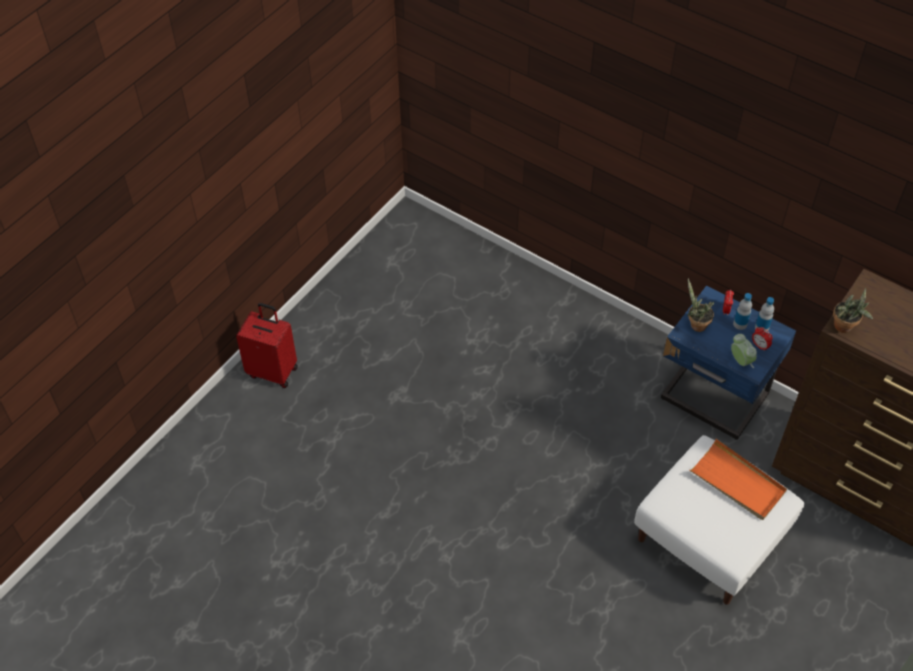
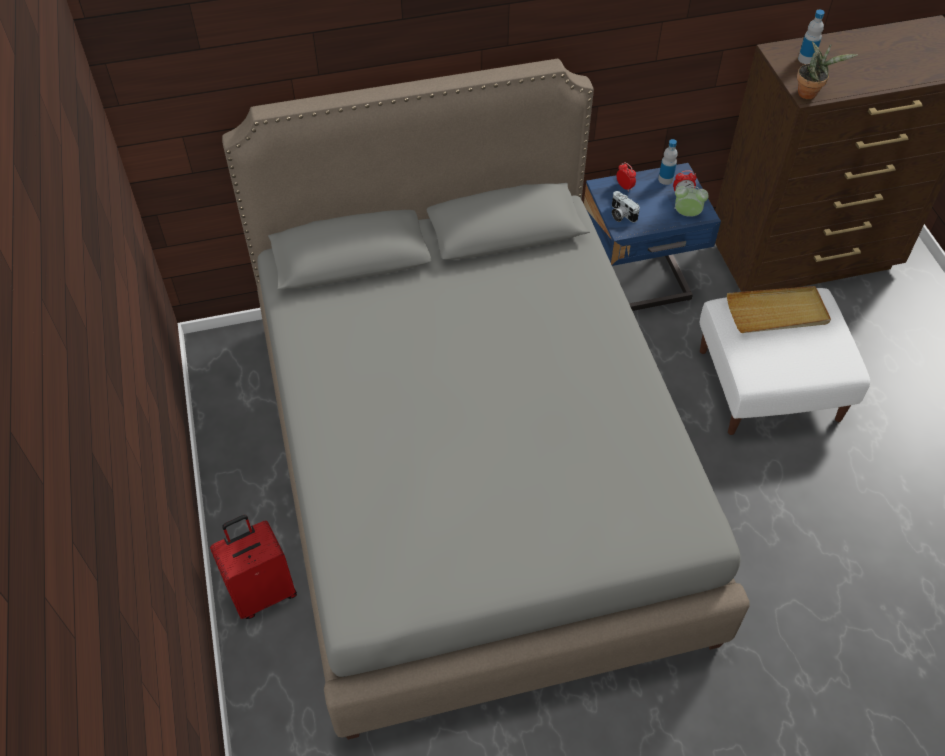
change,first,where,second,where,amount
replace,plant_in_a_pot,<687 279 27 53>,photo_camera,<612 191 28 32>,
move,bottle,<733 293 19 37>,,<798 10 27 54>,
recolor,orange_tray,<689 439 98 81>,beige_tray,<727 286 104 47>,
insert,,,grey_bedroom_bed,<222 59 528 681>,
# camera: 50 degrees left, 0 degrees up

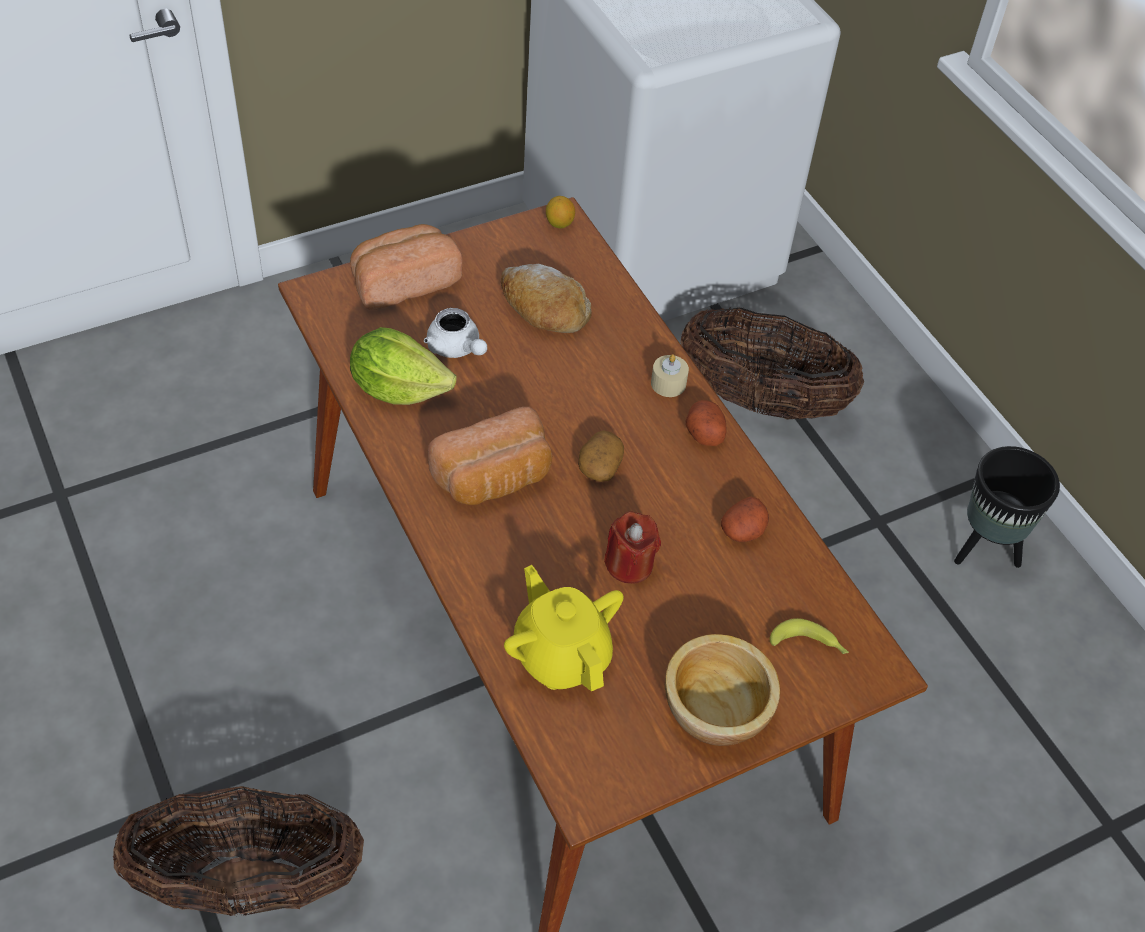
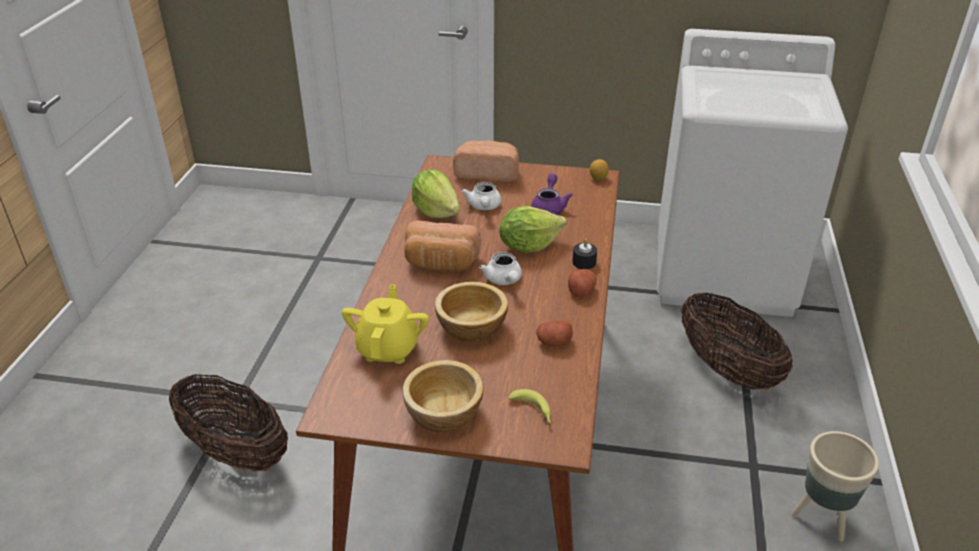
change,first,where,second,where,amount
replace,baked_bread,<501 264 91 69>,purple_tea_pot,<531 173 42 42>,
recolor,beige_wax_candle,<651 354 38 43>,black-coloured_wax_candle,<572 239 25 30>,
replace,spud,<578 430 46 52>,white_tea_pot,<479 252 43 33>,
recolor,black-coloured_plant_pot,<954 446 106 122>,beige_plant_pot,<791 431 88 110>,
replace,red-coloured_wax_candle,<604 511 57 73>,bowl,<435 282 73 60>,
insert,,,lettuce_head,<499 206 67 47>,
# camera: 40 degrees right, 15 degrees down

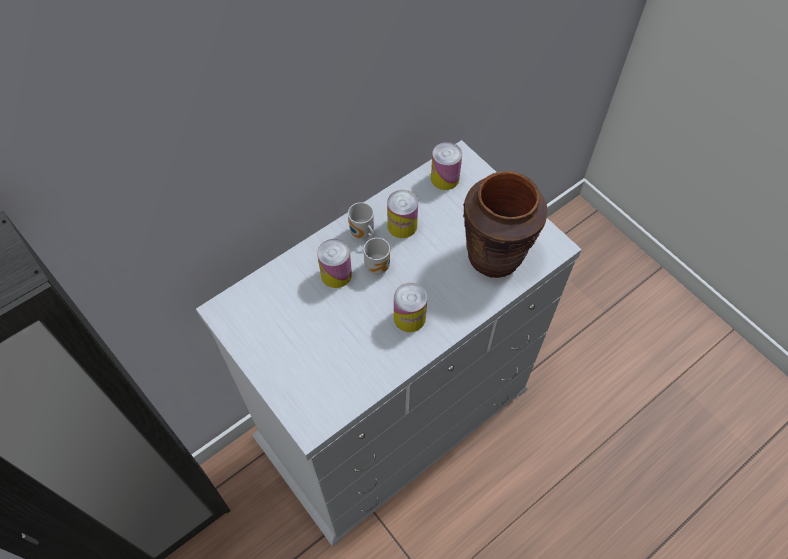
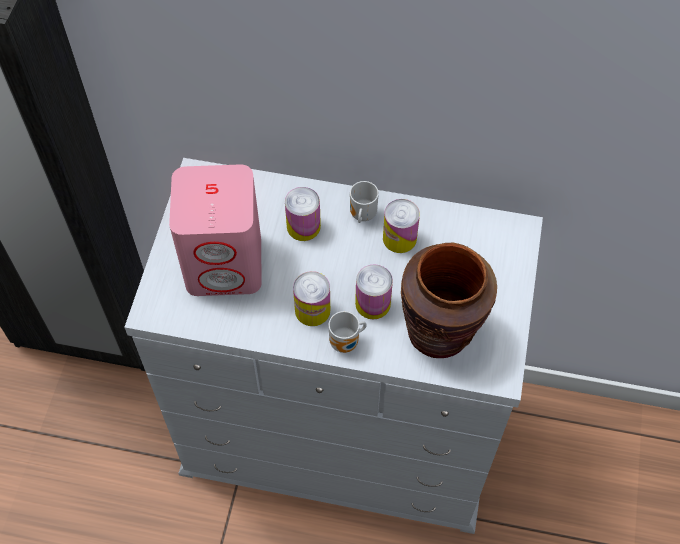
change,first,where,second,where,amount
move,sealed_can,<431 142 31 48>,,<355 264 38 55>,
move,mug,<364 238 26 36>,,<329 311 38 42>,
insert,,,pinkish_speaker,<169 164 93 132>,
# camera: 50 degrees right, 0 degrees up

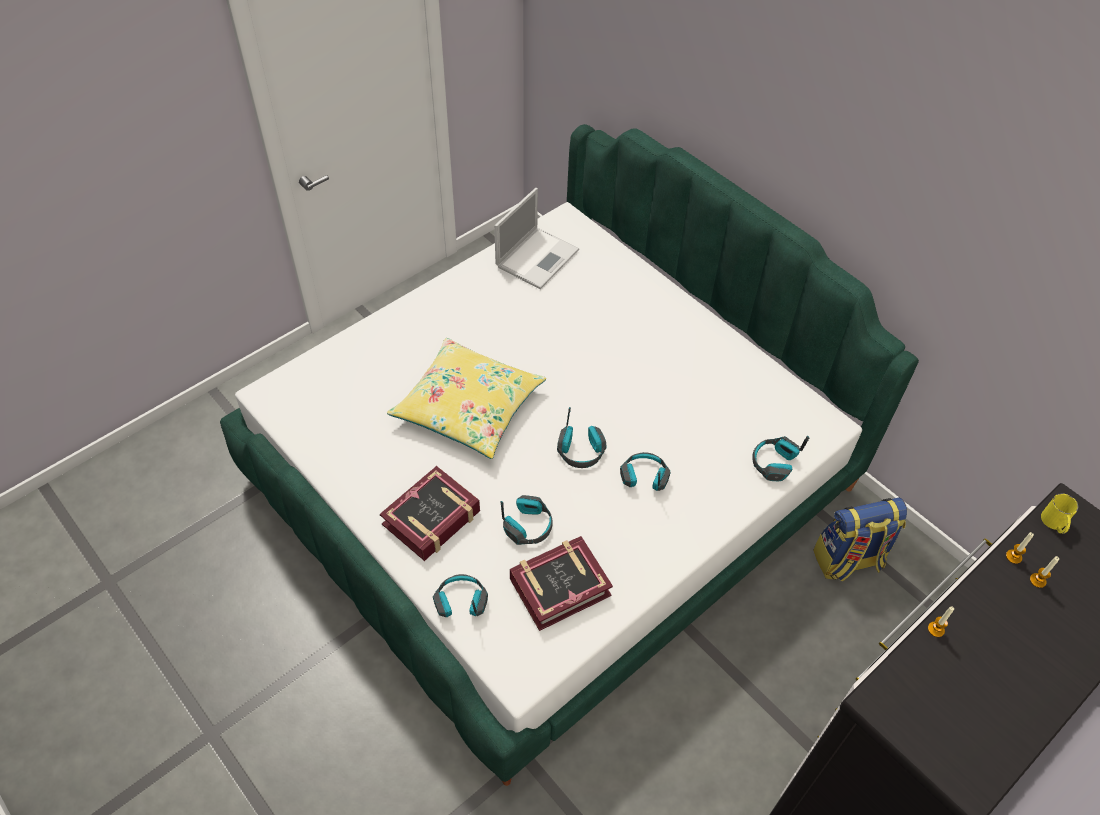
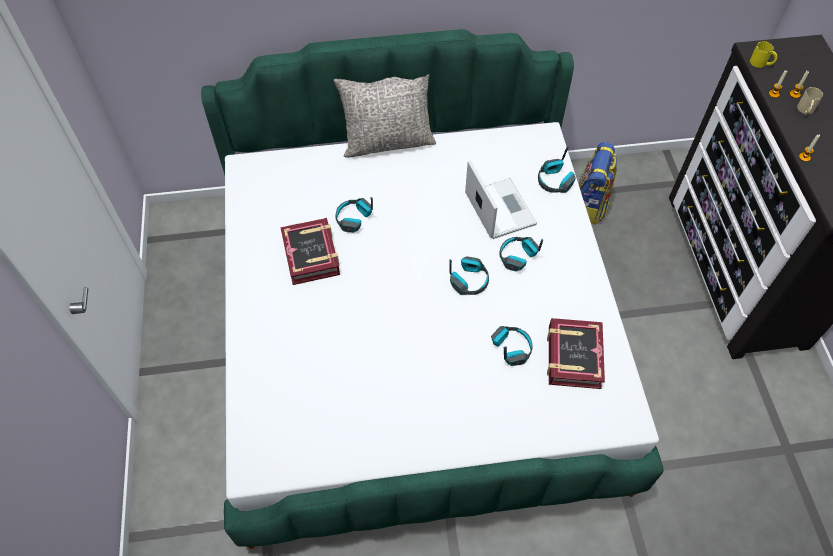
change,first,where,second,where,amount
move,portable_computer,<494 188 85 101>,,<465 160 72 79>,
delete,yellow_cushion,<387 338 159 121>,,,
move,volume,<380 466 100 95>,,<280 218 60 67>,
move,headphones,<433 574 55 43>,,<335 197 38 36>,
insert,,,grey_cushion,<334 74 102 84>,
insert,,,beige_mug,<797 87 26 28>,
# camera: 55 degrees left, 5 degrees up

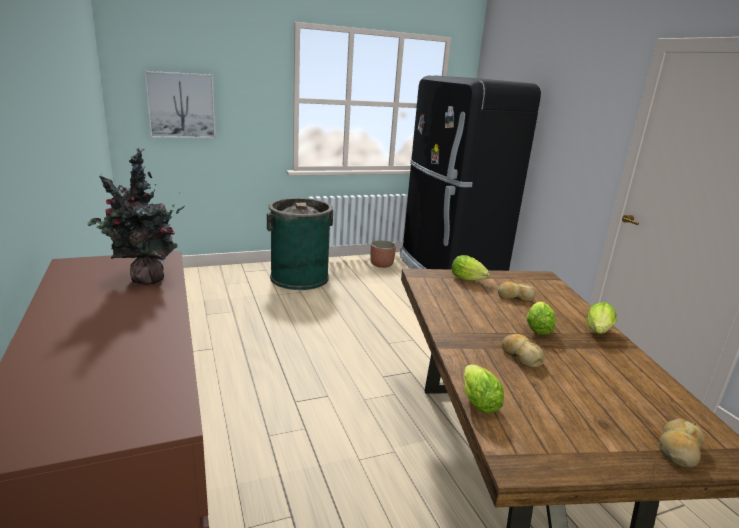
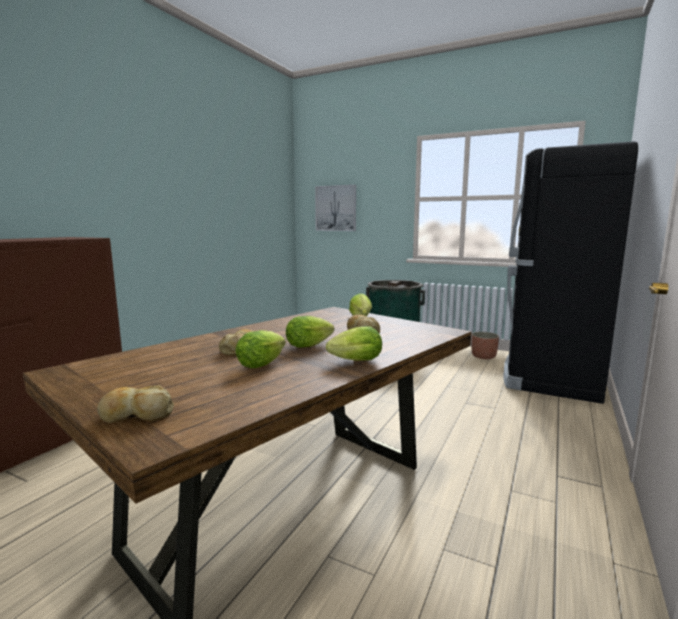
change,first,where,second,where,amount
delete,plant_in_a_pot,<87 148 97 137>,,,
move,lettuce_head,<463 365 41 49>,,<235 330 51 38>,
# camera: 50 degrees right, 10 degrees down

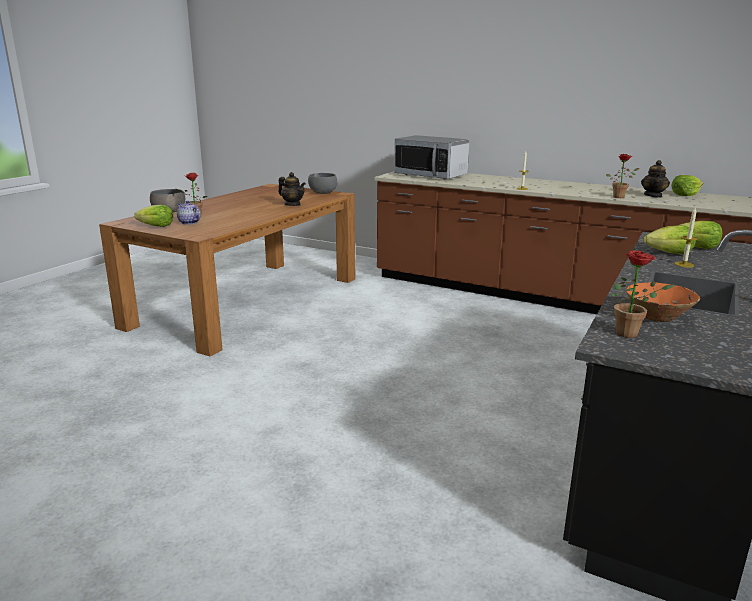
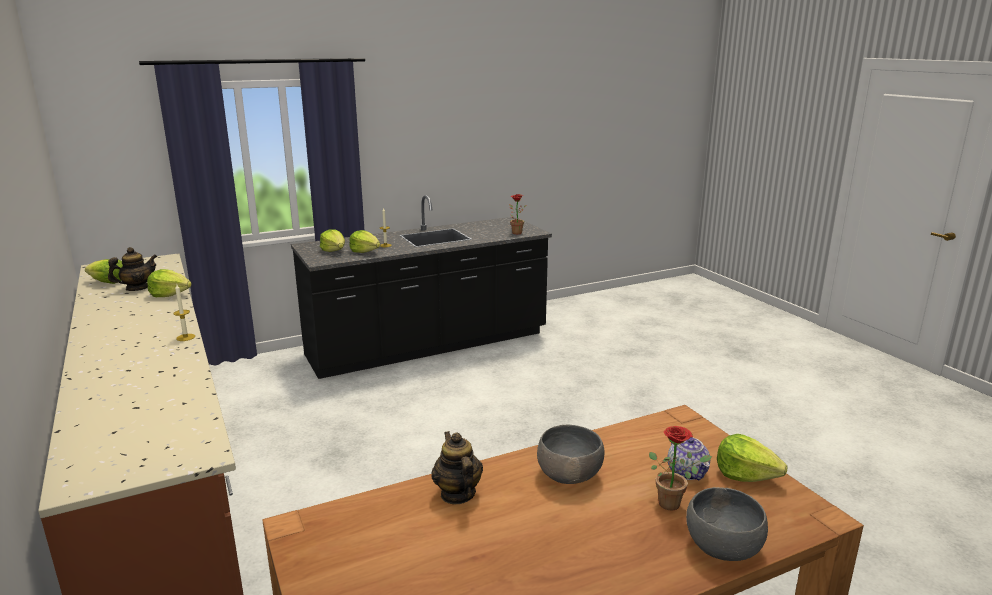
change,first,where,second,where,amount
delete,microwave,<394 135 75 45>,,,
replace,plant_in_a_pot,<606 154 33 44>,lettuce_head,<147 269 45 28>,
move,grey_bowl,<308 173 29 21>,,<537 425 68 59>,
delete,orange_bowl,<626 282 74 40>,,,
# camera: 145 degrees left, 0 degrees up

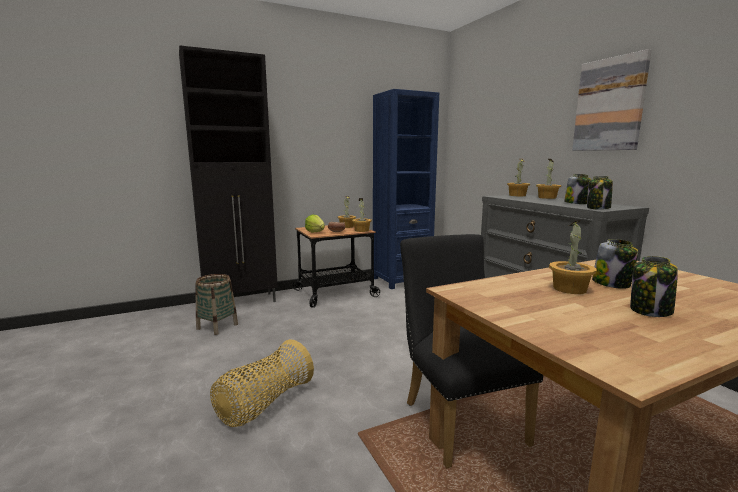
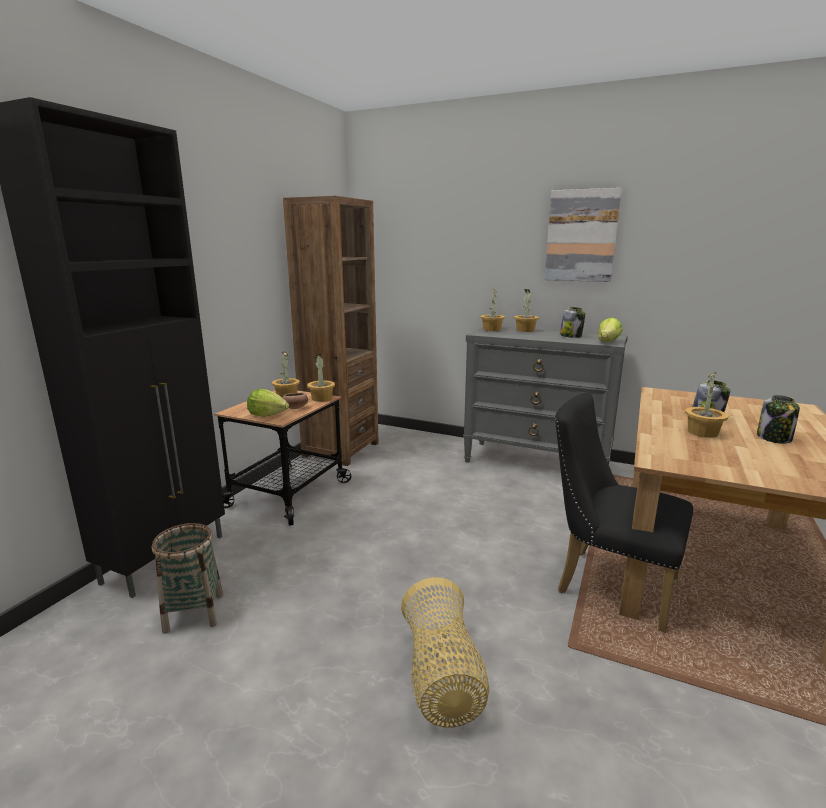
change,first,where,second,where,amount
recolor,blue_bookshelf,<373 89 66 200>,brown-coloured_bookshelf,<283 196 96 270>,
replace,storage_jar,<587 176 26 33>,lettuce_head,<598 317 24 25>,
# camera: 40 degrees left, 5 degrees up

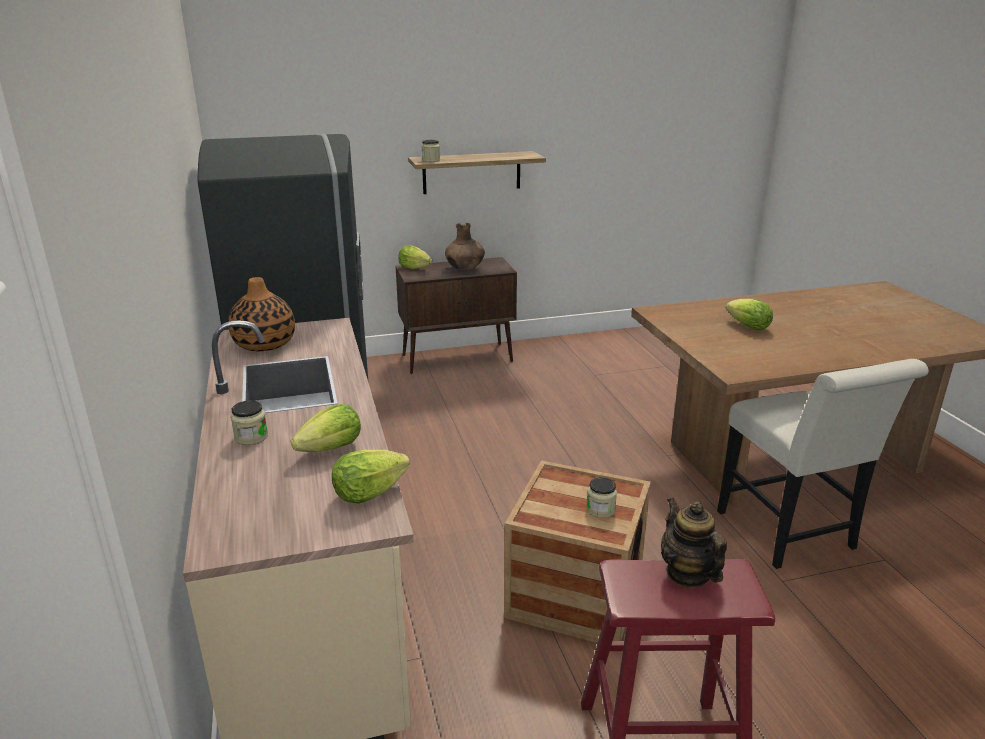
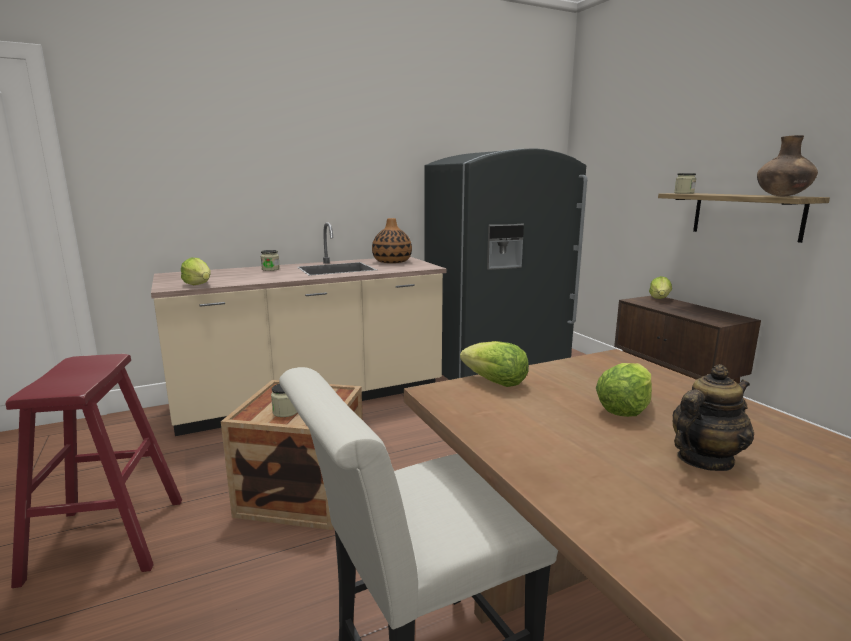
change,first,where,second,where,amount
move,brown-coloured_flower_vase,<445 223 40 47>,,<757 135 61 61>,
move,lettuce_head,<291 404 70 48>,,<460 341 69 46>,
move,tea_pot,<661 498 66 90>,,<672 364 82 107>,
# camera: 80 degrees right, 10 degrees down

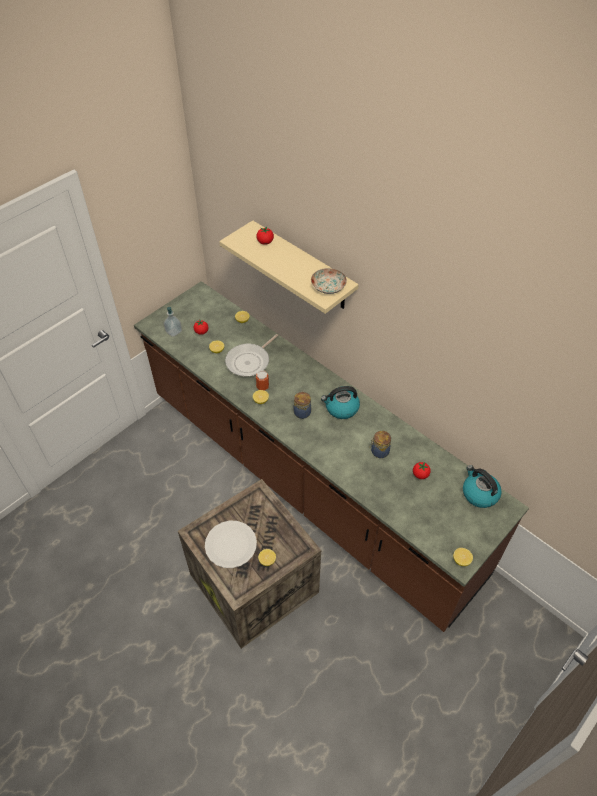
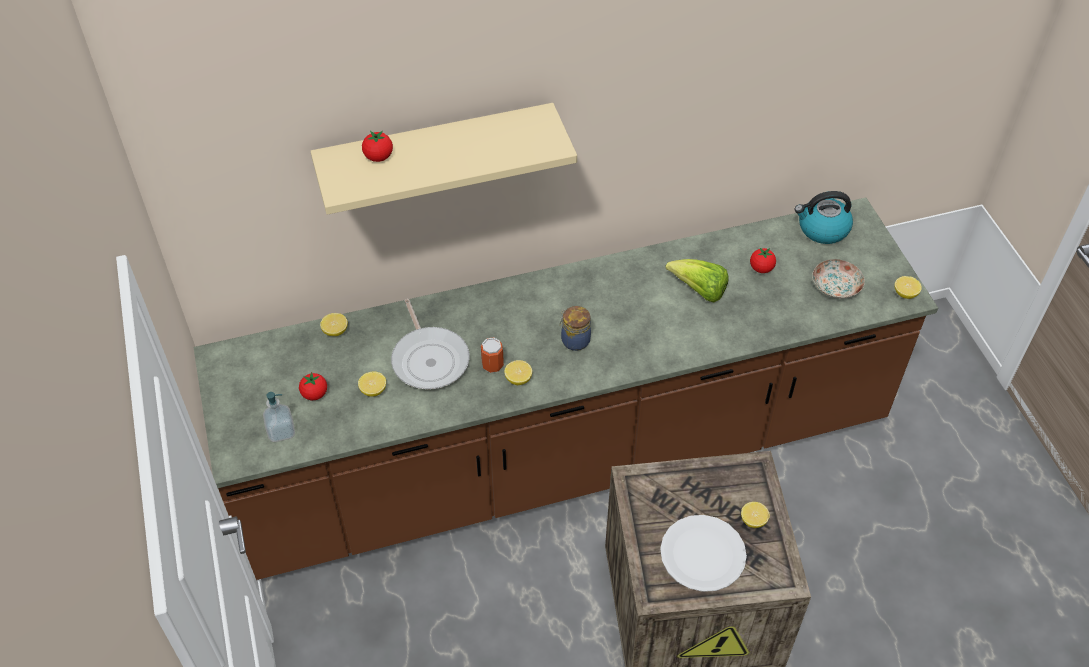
change,first,where,second,where,amount
move,dinner_plate,<311 268 36 26>,,<812 259 53 40>,
delete,water_kettle,<321 386 39 33>,,,
replace,storage_jar,<370 431 21 27>,lettuce_head,<665 259 64 43>,
# camera: 60 degrees left, 0 degrees up

